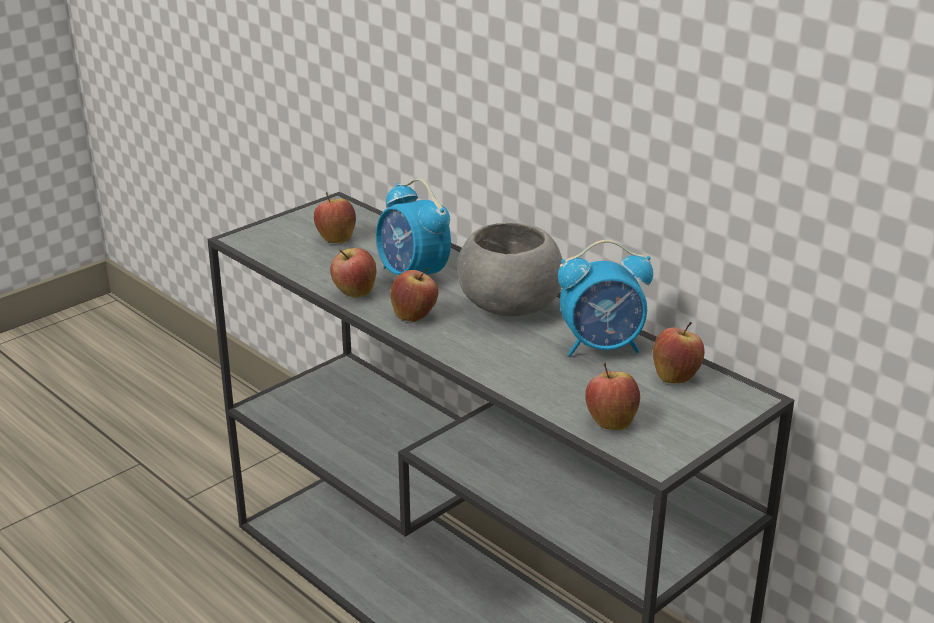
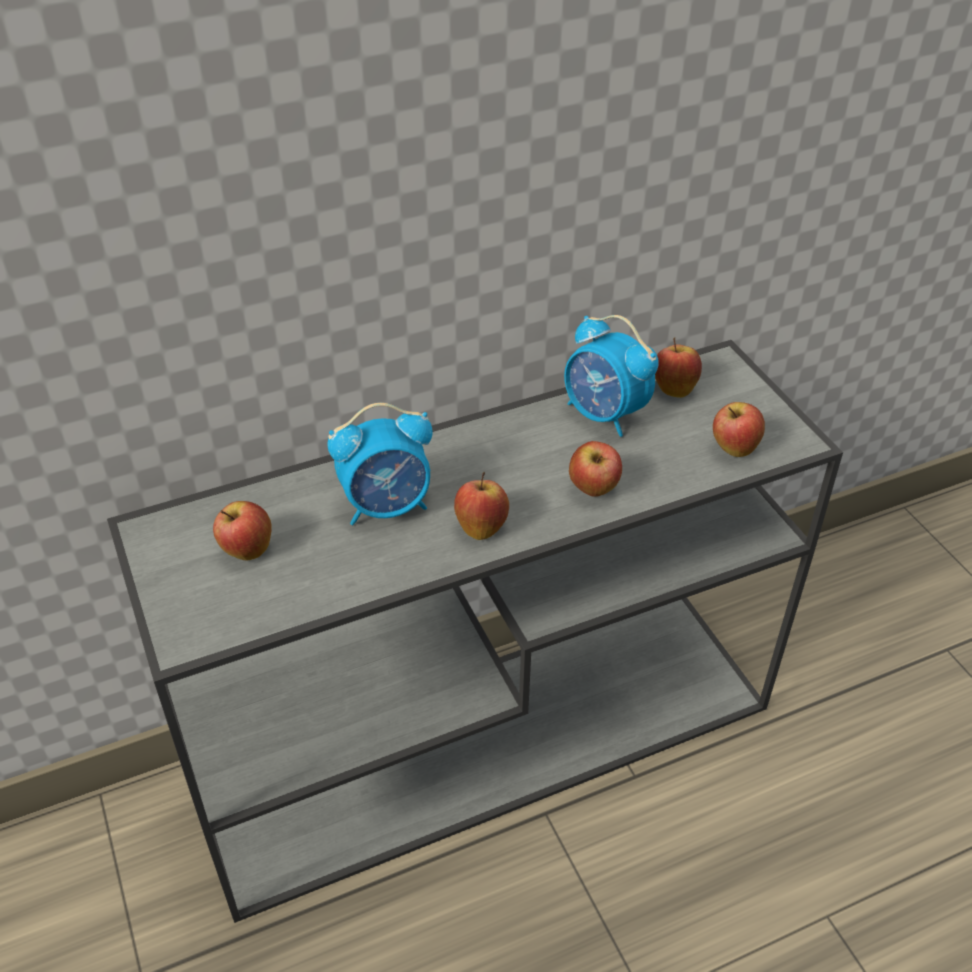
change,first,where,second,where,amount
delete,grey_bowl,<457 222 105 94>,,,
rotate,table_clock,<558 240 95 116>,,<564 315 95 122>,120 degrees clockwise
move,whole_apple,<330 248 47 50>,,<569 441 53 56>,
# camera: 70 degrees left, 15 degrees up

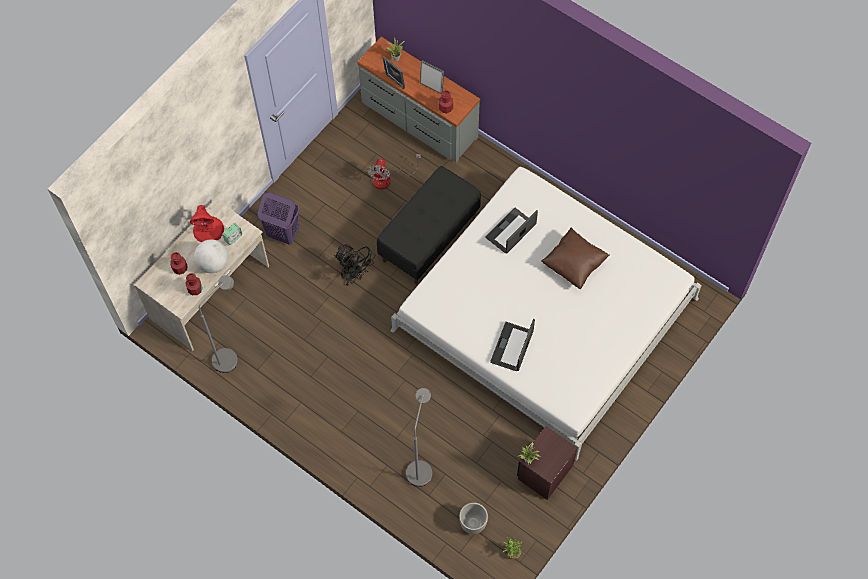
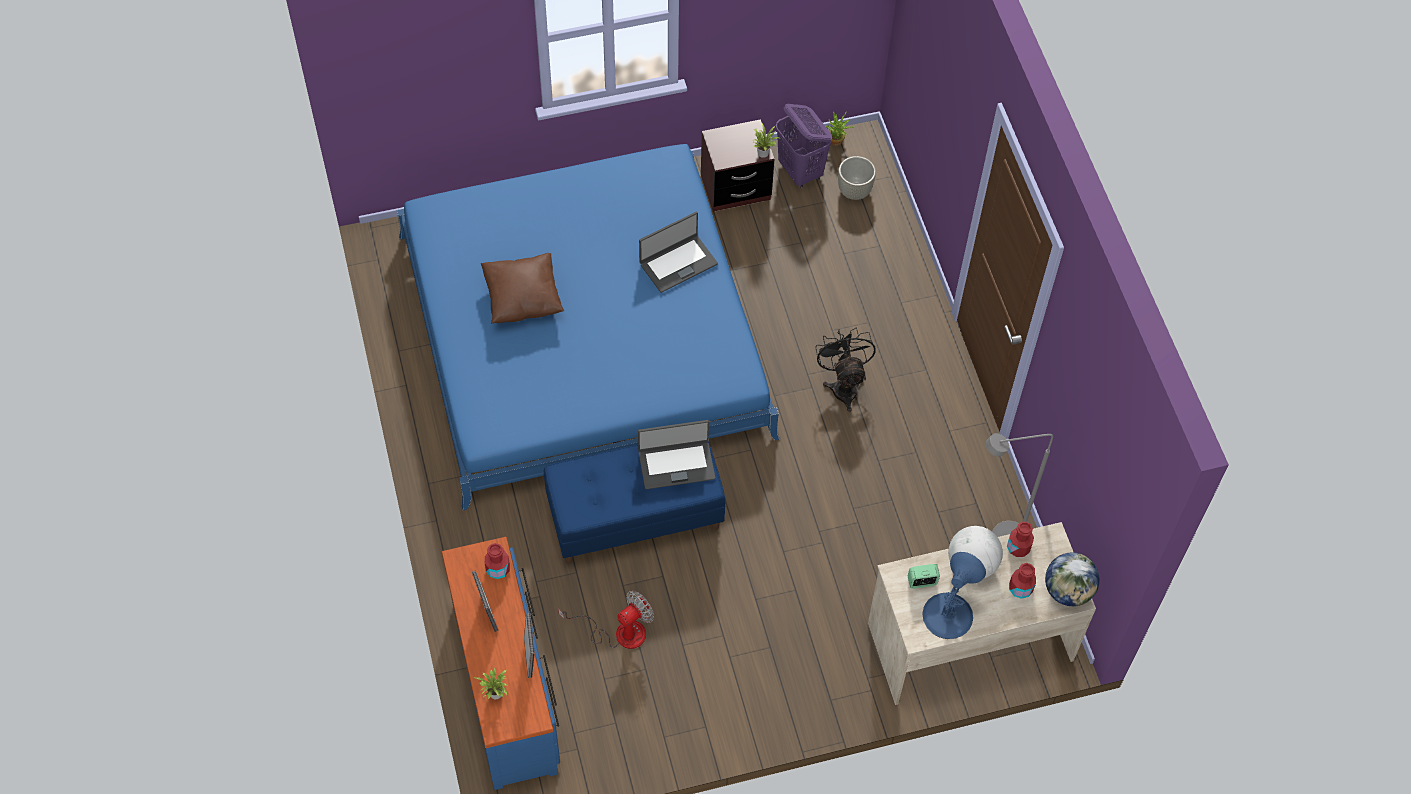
change,first,where,second,where,amount
recolor,grey_chest_of_drawers,<357 37 123 126>,blue_chest_of_drawers,<442 537 118 253>,
recolor,black-coloured_bench,<377 166 104 118>,blue_bench,<544 441 181 123>,
recolor,white_bedroom_bed,<390 167 312 294>,blue_bedroom_bed,<397 144 383 366>,
move,purple_laundry_basket,<258 192 42 53>,,<776 104 56 84>,
recolor,red-coloured_tabletop_lamp,<190 205 34 38>,blue_tabletop_lamp,<922 552 64 87>,
move,portable_computer,<485 208 53 45>,,<638 420 77 69>,
move,black-coloured_cooling_fan,<334 244 41 42>,,<815 328 61 84>,
delete,grey_standing_lamp,<406 388 26 99>,,,
insert,,,world_globe,<1045 552 55 54>,
# camera: 145 degrees left, 5 degrees down

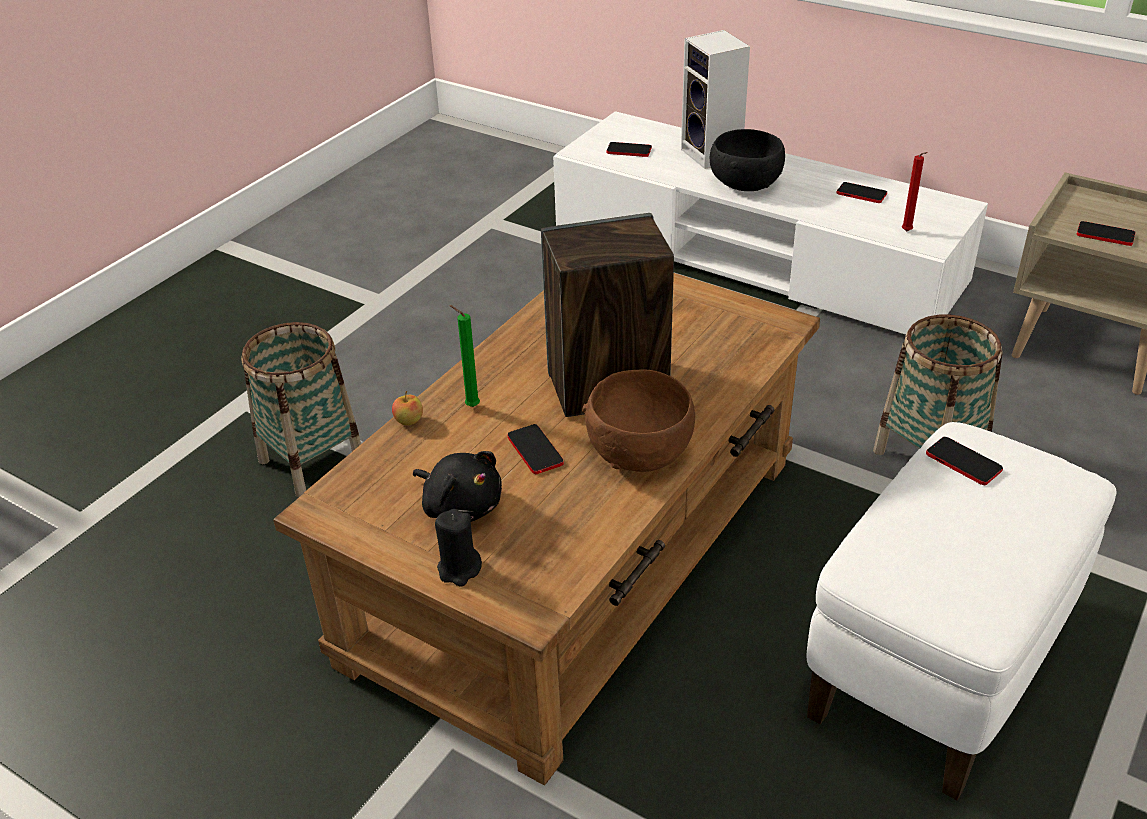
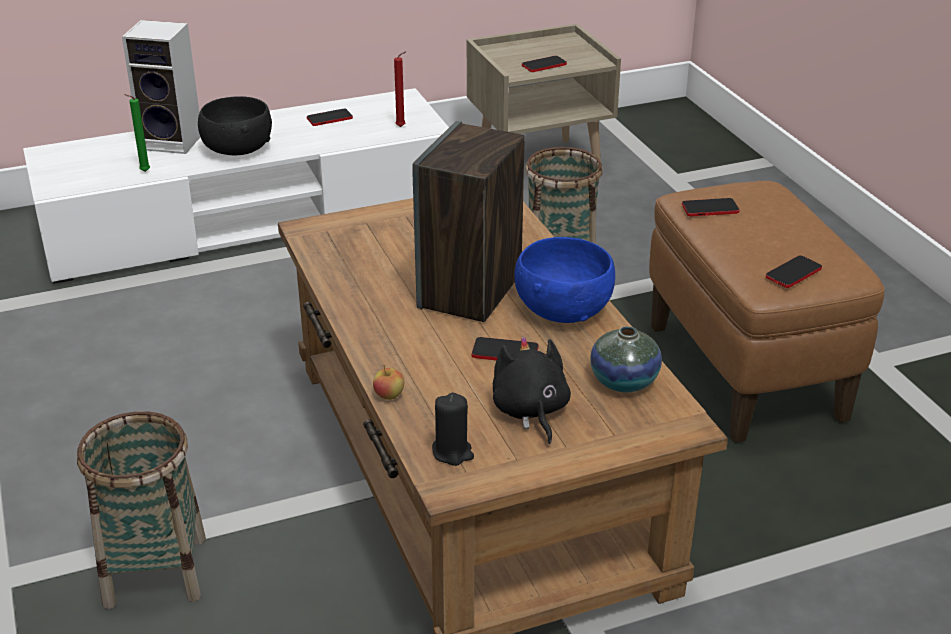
change,first,where,second,where,amount
move,handset,<606 142 46 15>,,<766 255 56 33>,
move,greenish_wax_candle,<450 305 30 102>,,<125 94 25 78>,
recolor,brown-coloured_bowl,<582 369 113 103>,blue_bowl,<514 237 101 86>,
recolor,white_footrest,<806 422 311 378>,brown-coloured_footrest,<649 181 236 262>,
rotate,black-coloured_plush_toy,<413 451 89 71>,,<493 337 78 107>,90 degrees counterclockwise
move,black-coloured_wax_candle,<435 509 47 78>,,<432 393 42 73>,
insert,,,flower_vase,<590 326 72 66>,
# camera: 55 degrees left, 5 degrees down

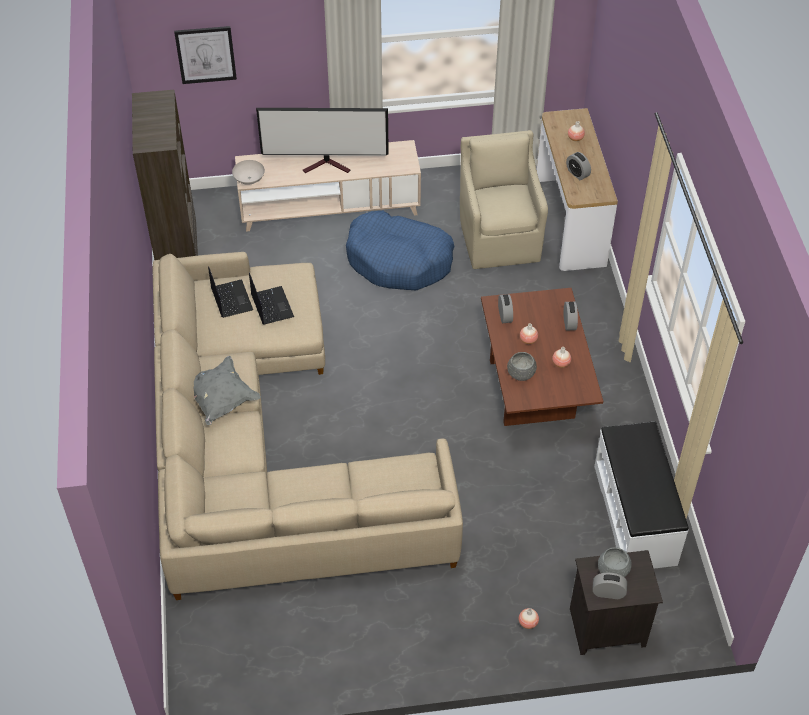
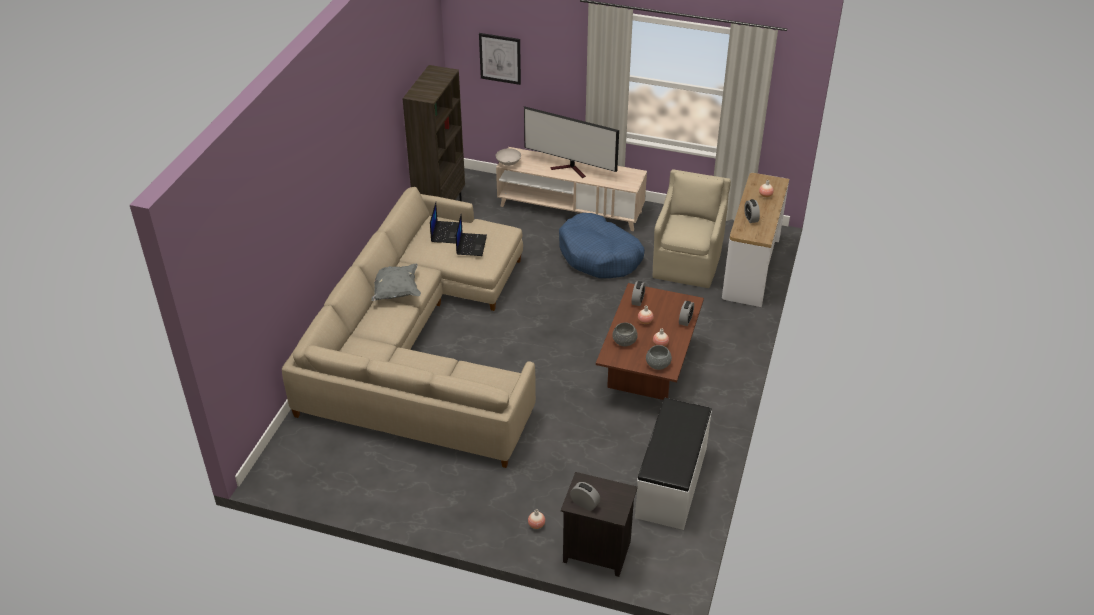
change,first,where,second,where,amount
move,grey_bowl,<598 547 33 30>,,<646 345 26 25>,
# camera: 25 degrees right, 10 degrees down

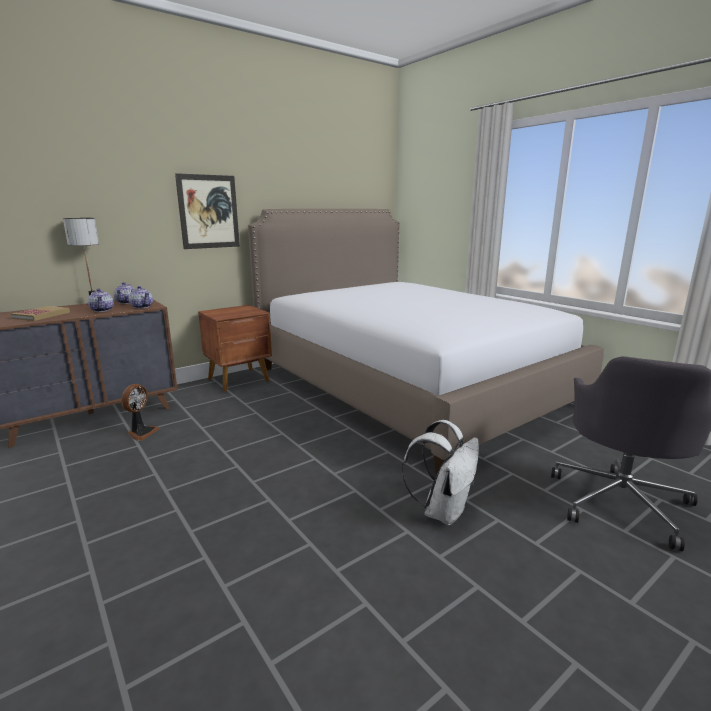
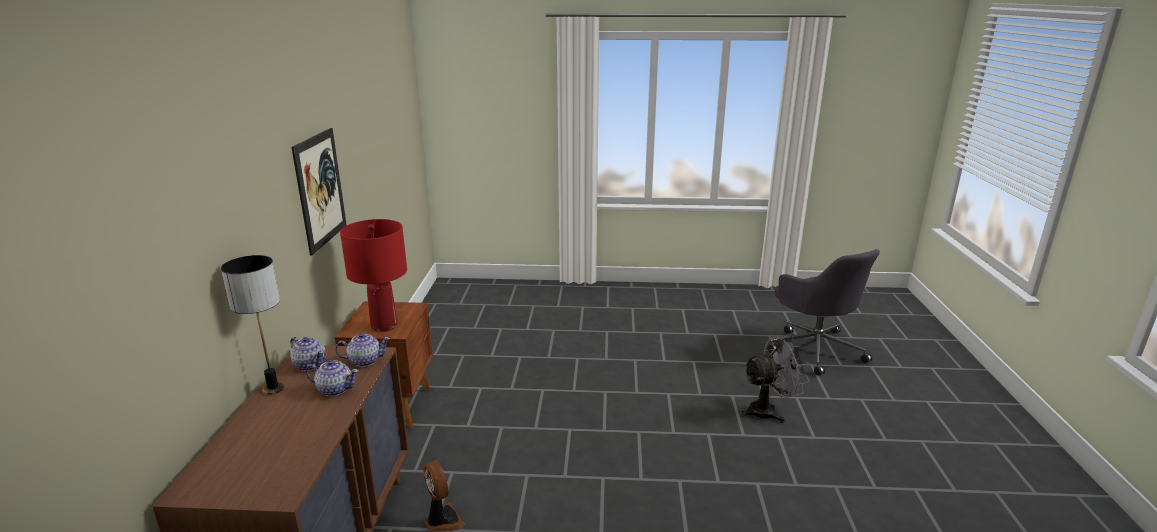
change,first,where,second,where,amount
delete,bedroom_bed,<248 209 356 265>,,,
delete,volume,<11 306 59 15>,,,
replace,white_backpack,<402 420 77 105>,grey_cooling_fan,<740 336 70 87>,
insert,,,red-coloured_tabletop_lamp,<340 219 67 113>,
# camera: 50 degrees left, 5 degrees up

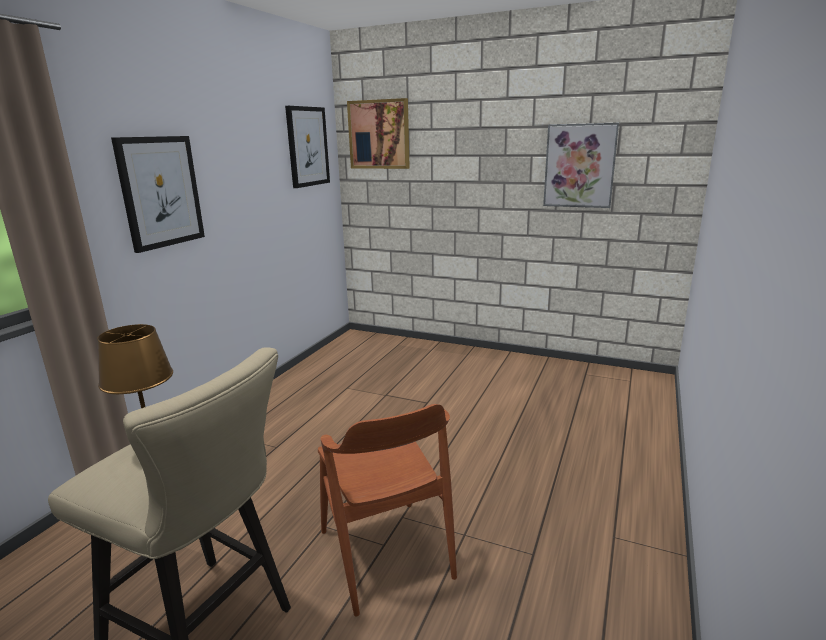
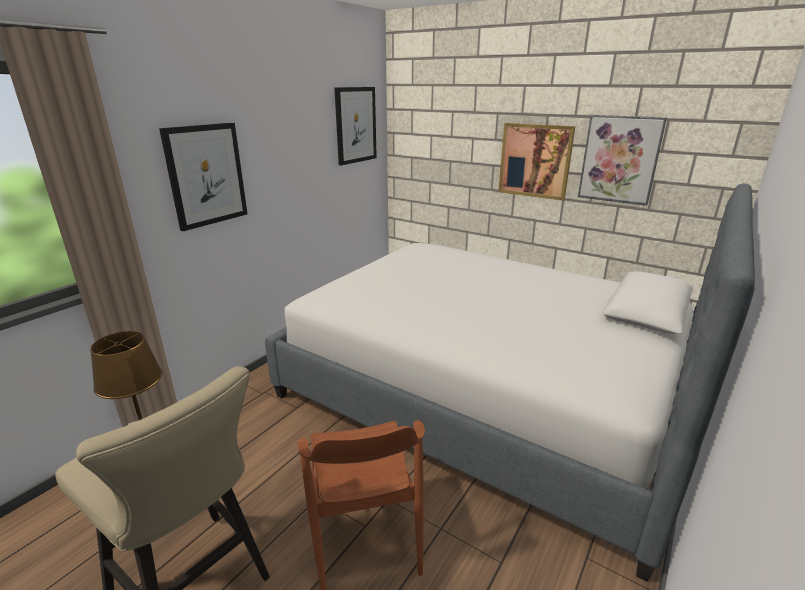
change,first,where,second,where,amount
move,picture,<347 98 63 71>,,<498 123 77 77>,
insert,,,bedroom_bed,<265 183 490 398>,
# camera: 10 degrees right, 5 degrees up

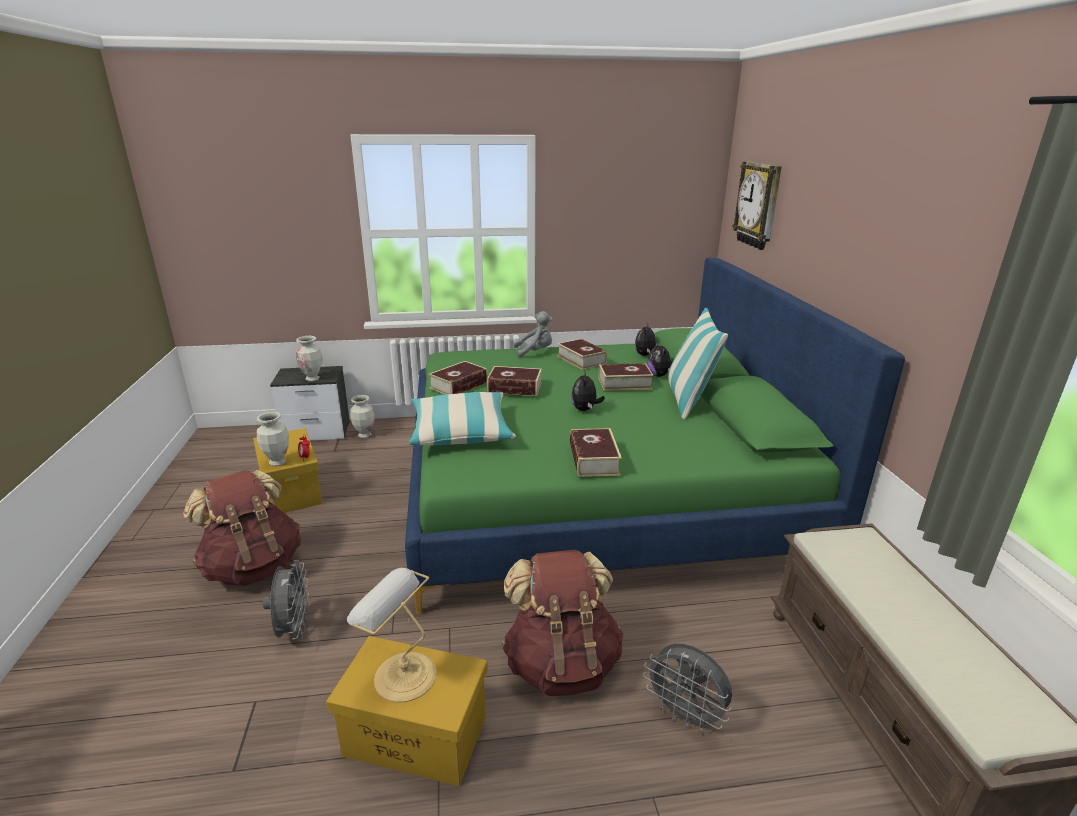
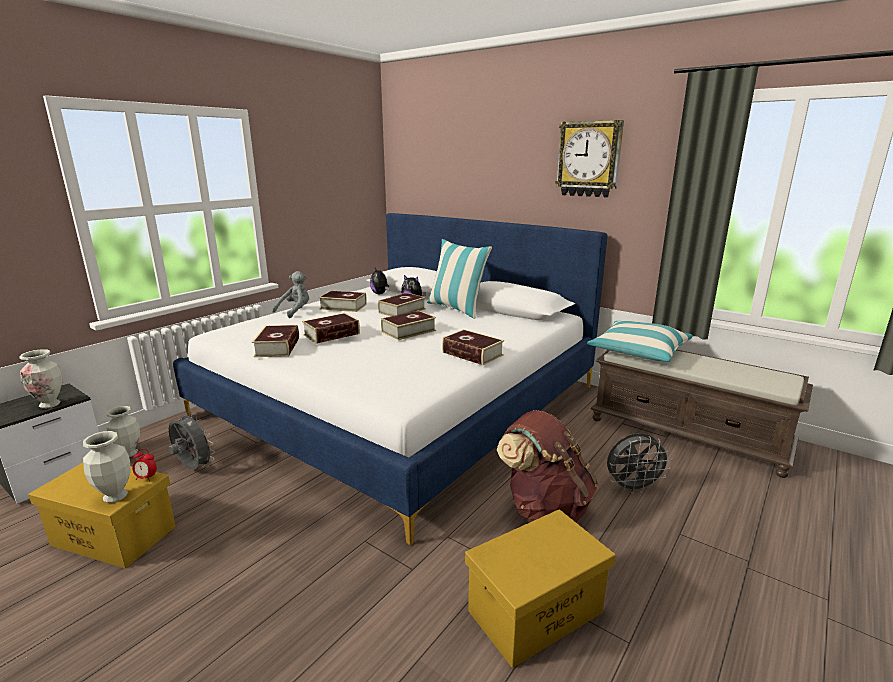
change,first,where,second,where,amount
move,wall_clock,<732 161 50 89>,,<555 120 69 78>,
recolor,greenish_bedroom_bed,<405 258 500 357>,white_bedroom_bed,<173 213 435 332>,
replace,plush_toy,<571 370 34 41>,volume,<381 310 55 30>,
move,cushion,<409 392 107 53>,,<587 321 106 41>,
delete,brown-coloured_backpack,<183 470 118 116>,,,
move,grey_cooling_fan,<263 560 47 80>,,<169 411 46 59>,
delete,tabletop_lamp,<347 568 90 135>,,,
# camera: 45 degrees left, 5 degrees down

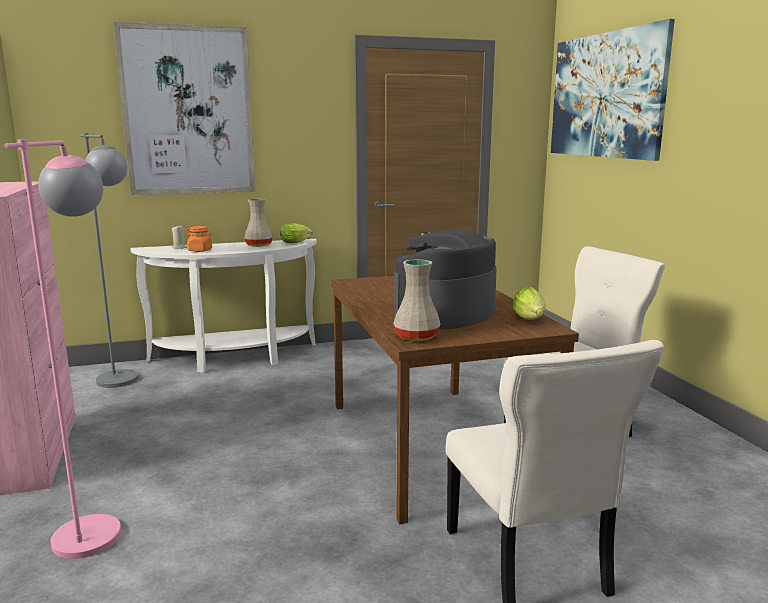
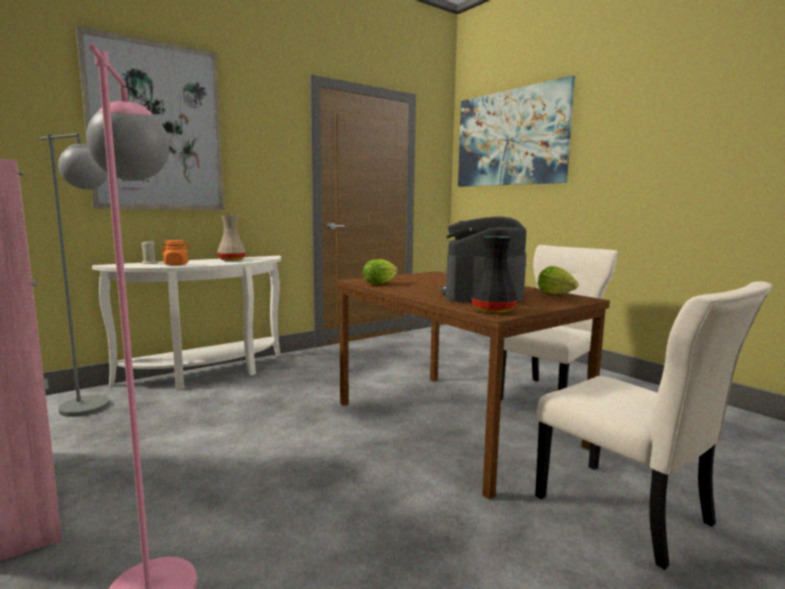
change,first,where,second,where,amount
move,lettuce_head,<280 223 32 20>,,<363 259 35 26>,
recolor,beige_flower_vase,<393 259 48 82>,black-coloured_flower_vase,<471 236 46 77>,
# camera: 20 degrees left, 5 degrees down

